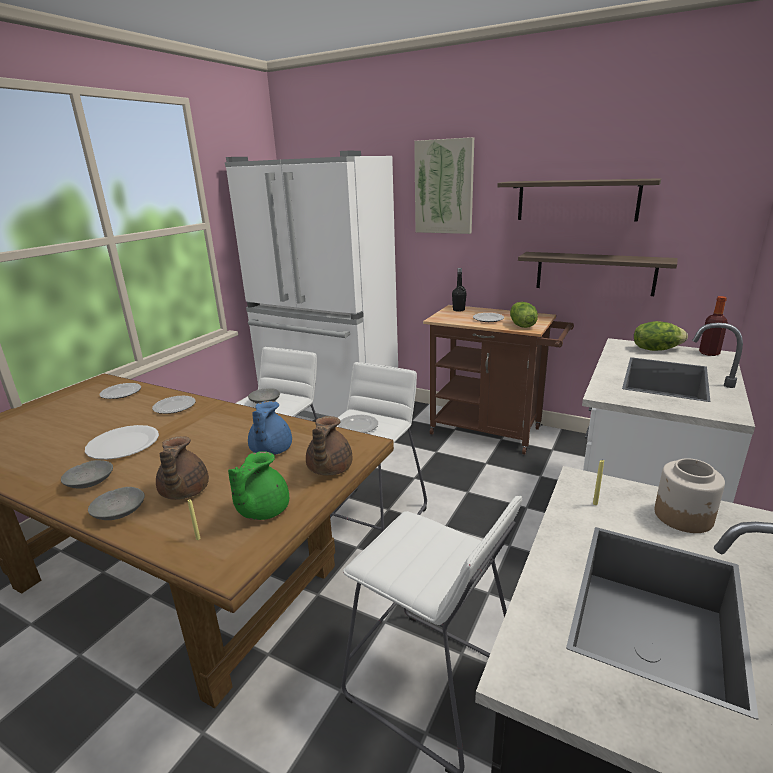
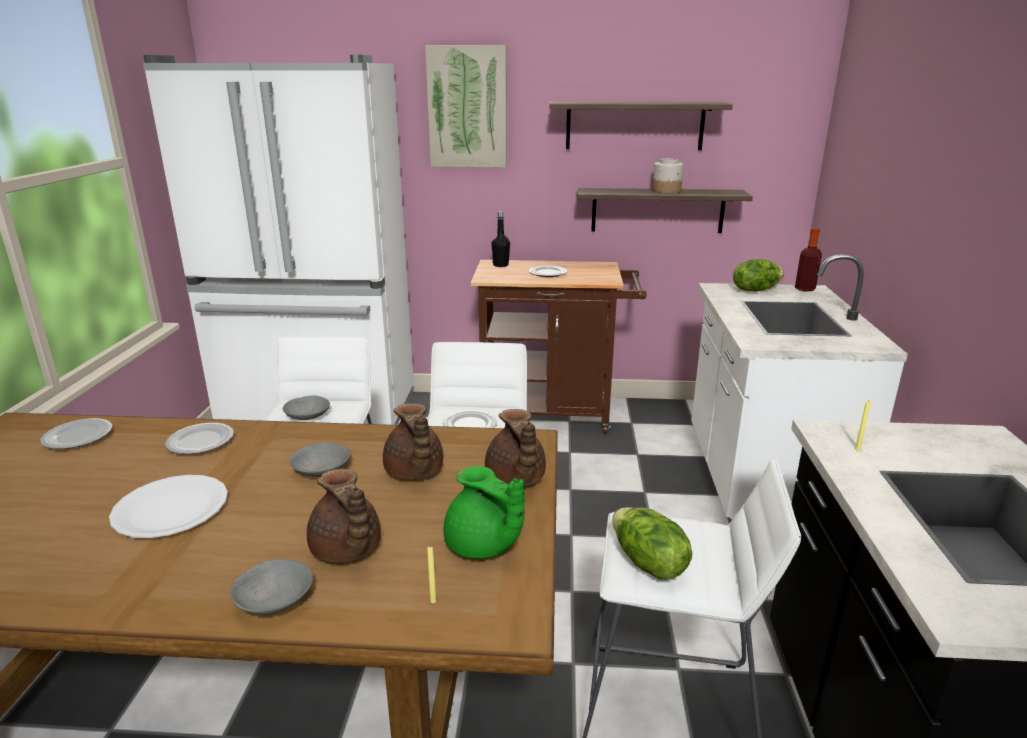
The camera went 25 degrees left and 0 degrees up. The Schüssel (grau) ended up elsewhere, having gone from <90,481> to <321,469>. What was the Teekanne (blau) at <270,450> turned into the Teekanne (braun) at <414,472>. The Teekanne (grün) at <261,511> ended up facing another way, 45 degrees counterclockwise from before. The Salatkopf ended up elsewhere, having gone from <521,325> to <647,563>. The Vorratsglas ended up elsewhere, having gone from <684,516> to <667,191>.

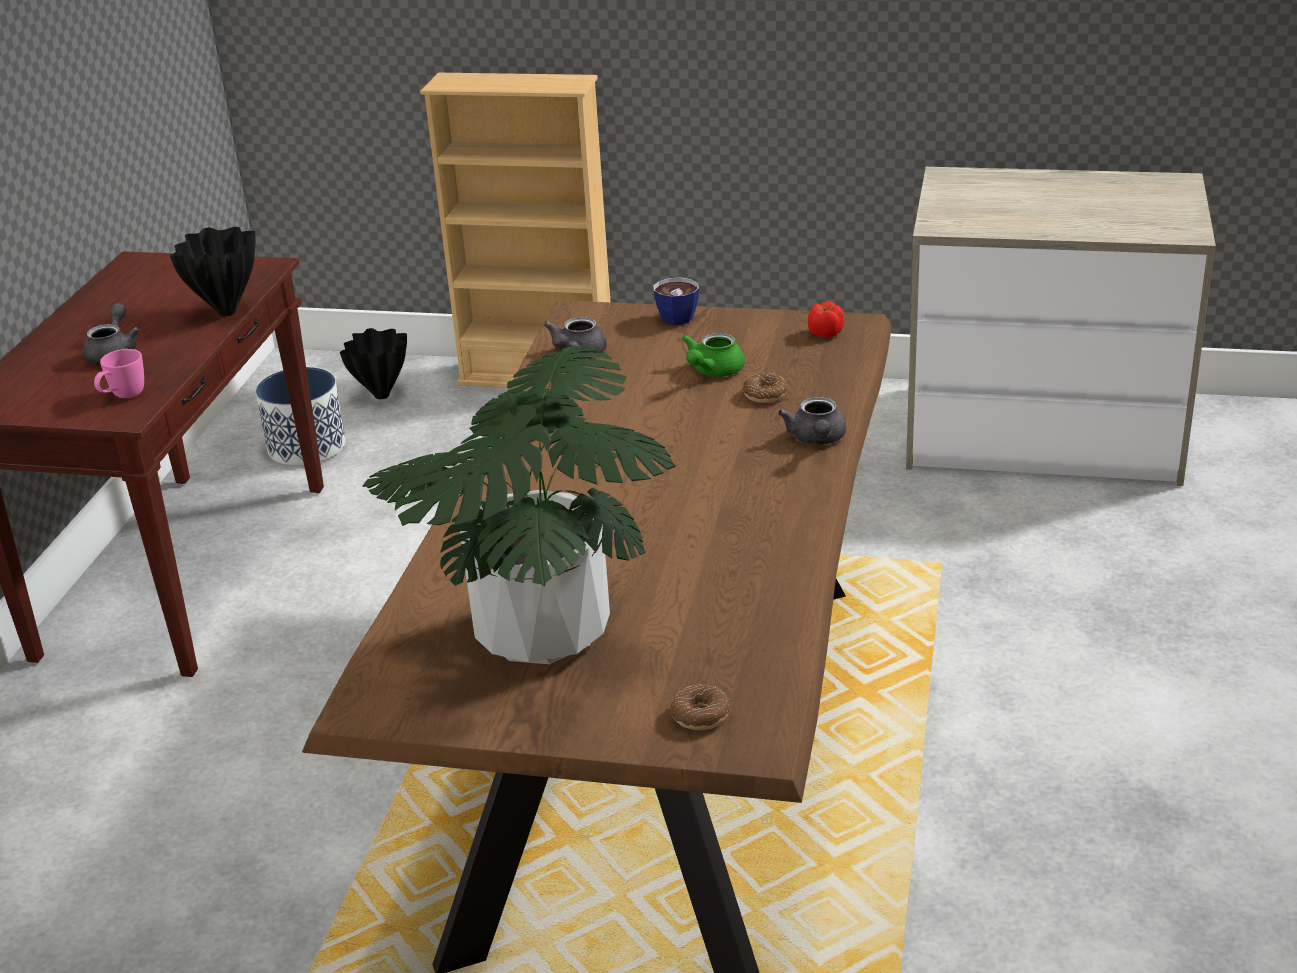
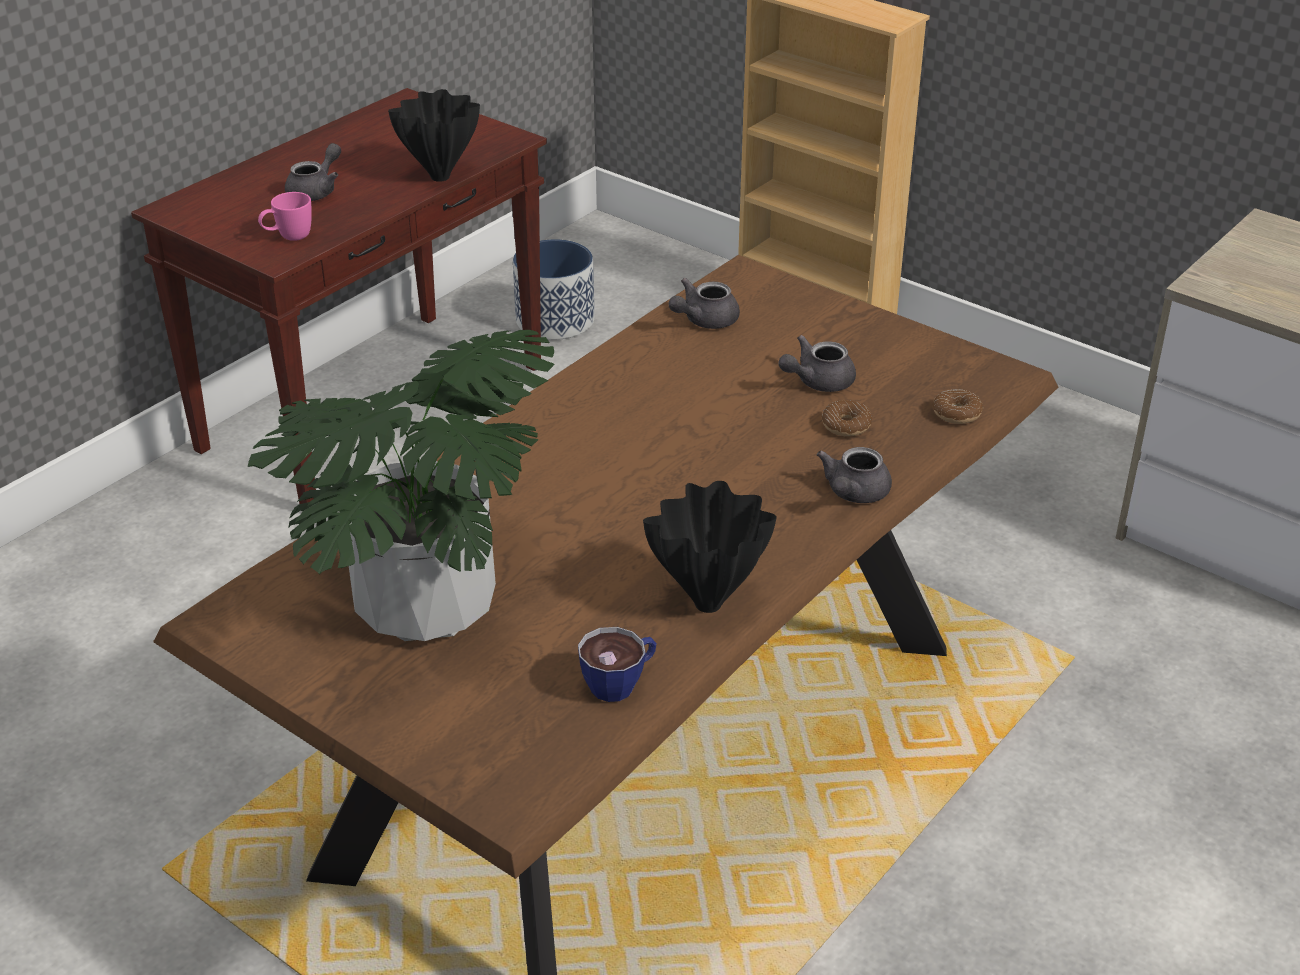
The camera went 25 degrees right and 5 degrees up. The Tasse ended up elsewhere, having gone from <680,315> to <621,683>. The Vase (schwarz) ended up elsewhere, having gone from <383,395> to <710,604>. What was the Teekanne (grün) at <712,371> turned into the Teekanne (grau) at <817,382>. The Donut ended up elsewhere, having gone from <700,715> to <956,414>. The second view lost the Tomate at <824,333>.

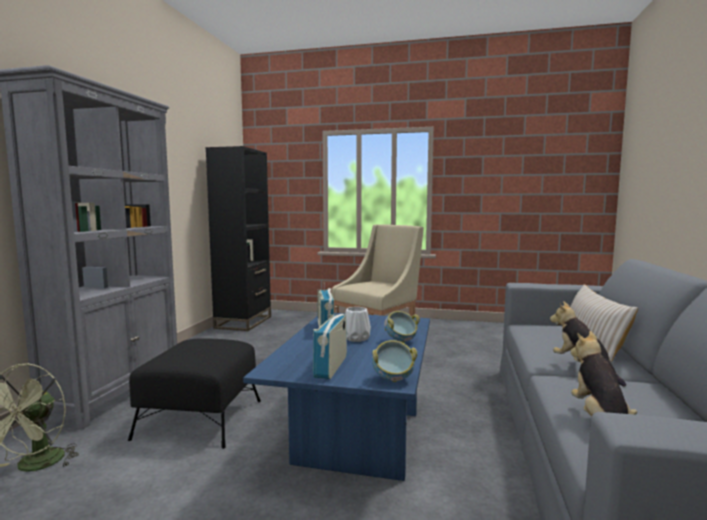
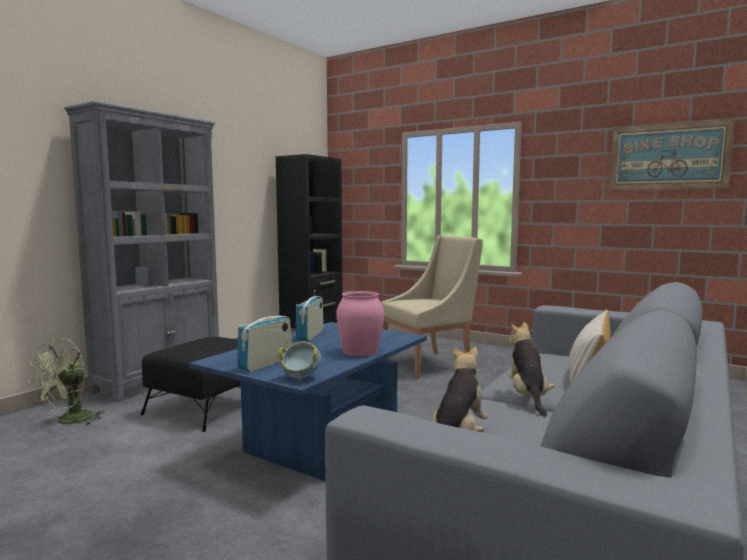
The camera went 20 degrees right and 0 degrees up. Where the Schüssel stood at <400,341>, the Vase (rosa) came to stand at <360,351>. The second view gained the Bild at <668,156>. The second view lost the Vase (weiß) at <357,338>.

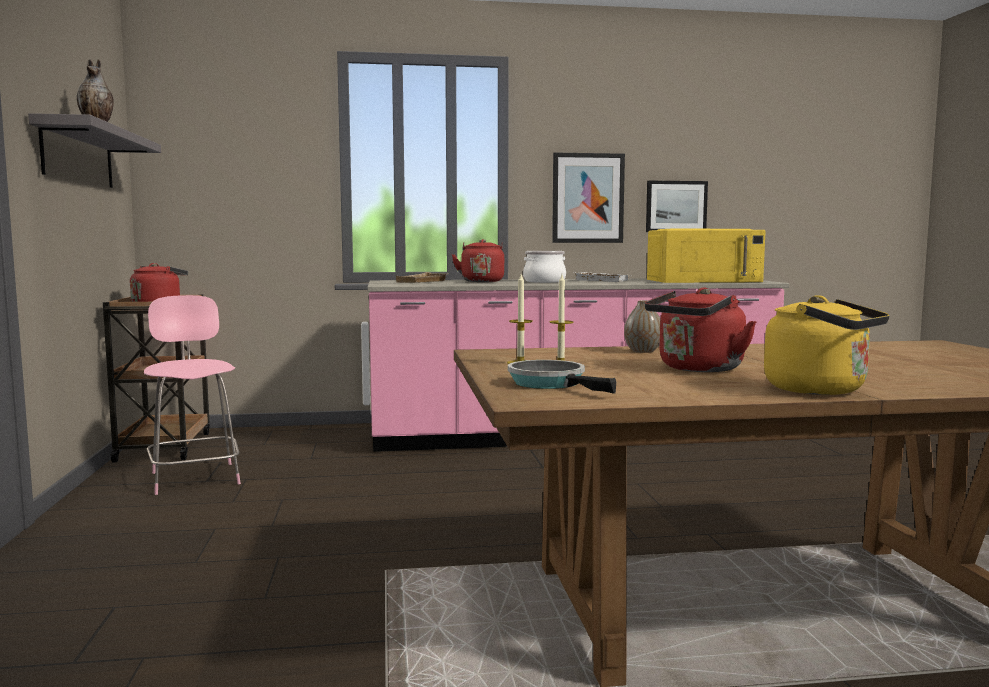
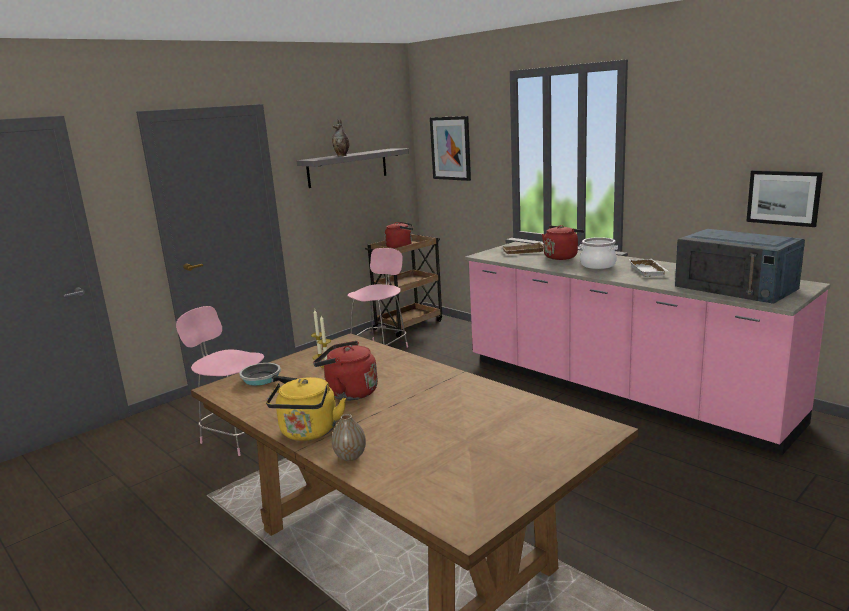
The camera went 55 degrees right and 10 degrees up. The second view gained the Hocker (rosa) at <238,436>. The Pfanne at <551,384> ended up facing another way, 75 degrees counterclockwise from before. The Vase ended up elsewhere, having gone from <643,351> to <350,456>. The Bild ended up elsewhere, having gone from <587,198> to <451,148>. What was the Mikrowelle (gelb) at <704,280> turned into the Mikrowelle (blau) at <736,287>.

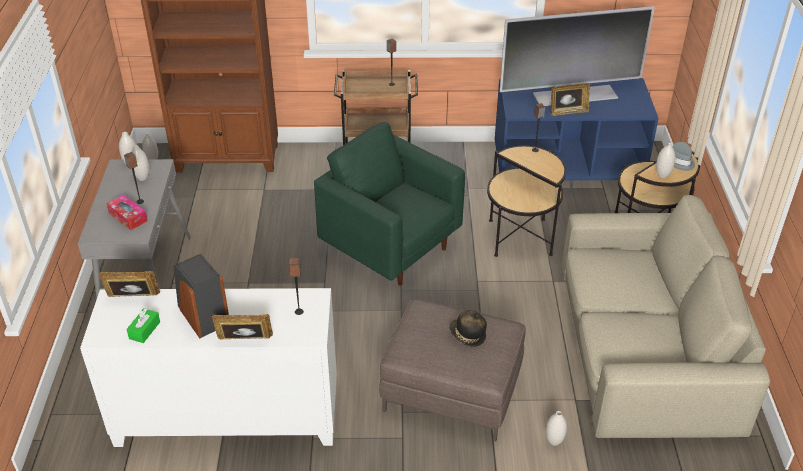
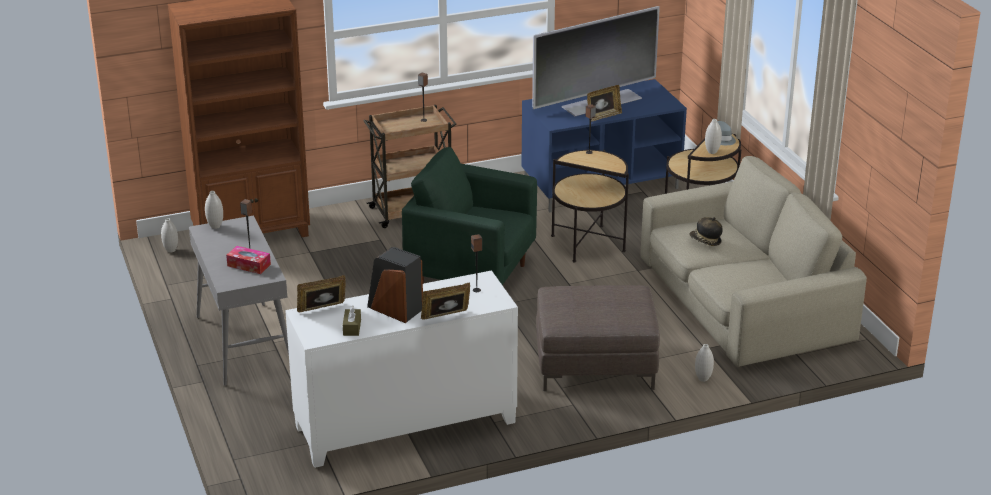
The camera went 20 degrees left and 10 degrees down. What was the Taschentuchbox (grün) at <144,330> turned into the Taschentuchbox (braun) at <352,327>. The Hut ended up elsewhere, having gone from <467,335> to <705,241>. The second view lost the Vase (weiß) at <142,178>.

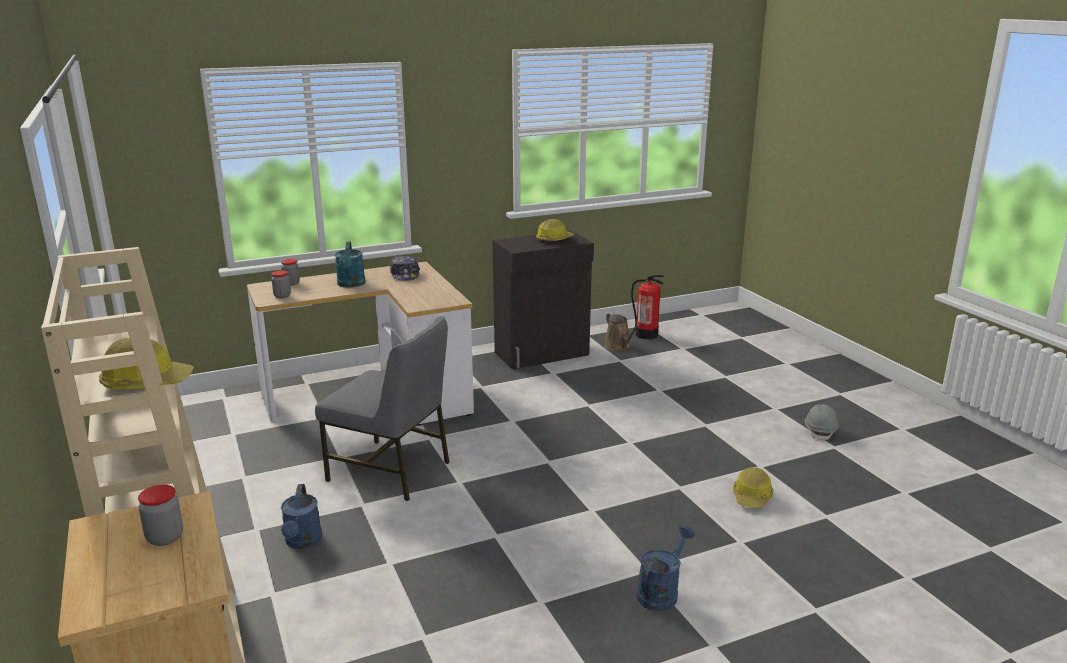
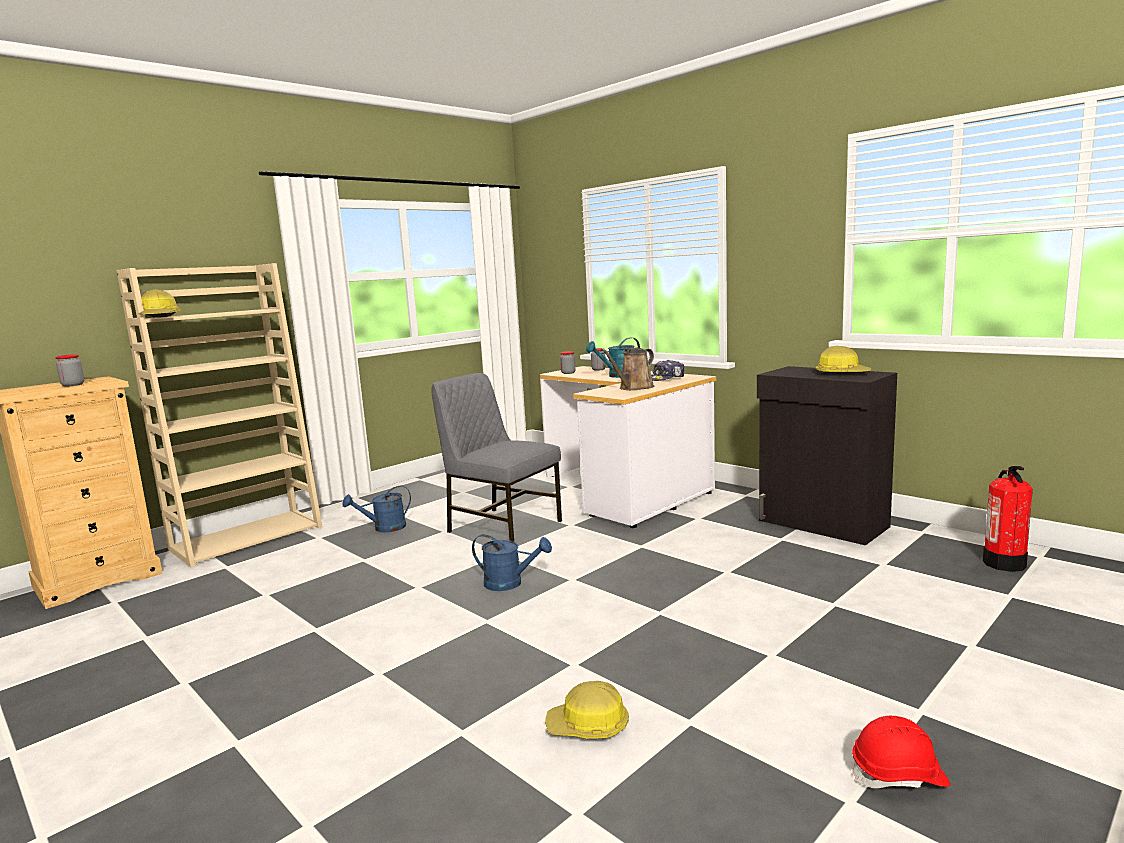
The camera went 70 degrees right and 10 degrees down. The Stuhl (grau) at <391,471> ended up facing another way, 120 degrees clockwise from before. The Gießkanne (blau) ended up elsewhere, having gone from <661,592> to <510,583>. The Gießkanne (braun) ended up elsewhere, having gone from <619,346> to <634,388>. What was the Schutzhelm (grau) at <820,431> turned into the Schutzhelm (rot) at <899,776>.

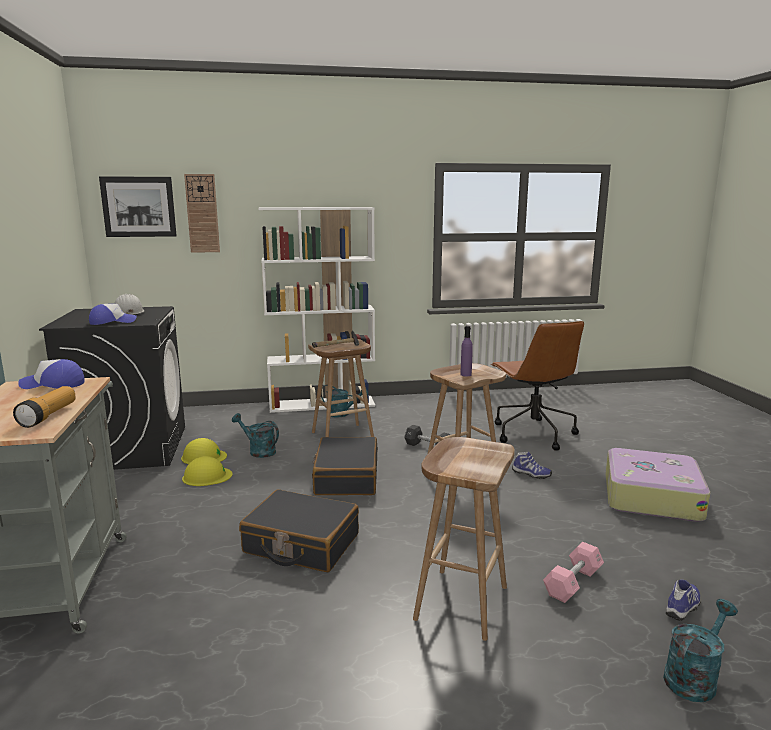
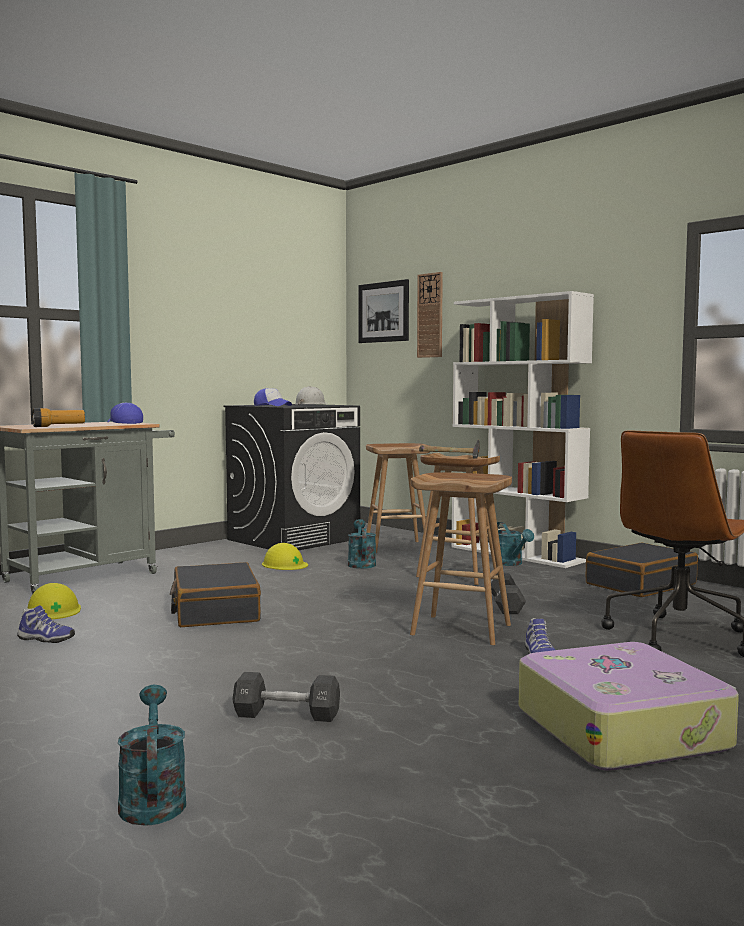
The camera went 55 degrees right and 10 degrees down. The Schuh ended up elsewhere, having gone from <683,607> to <45,639>. The Schutzhelm (gelb) ended up elsewhere, having gone from <203,457> to <53,610>. The Gießkanne (türkis) at <694,677> ended up facing another way, 120 degrees counterclockwise from before. What was the Hantel (rosa) at <572,583> turned into the Hantel (schwarz) at <287,715>. The Hocker (braun) ended up elsewhere, having gone from <460,601> to <397,547>. The Koffer (schwarz) ended up elsewhere, having gone from <346,477> to <640,584>. The second view lost the Flasche (lila) at <466,374>.

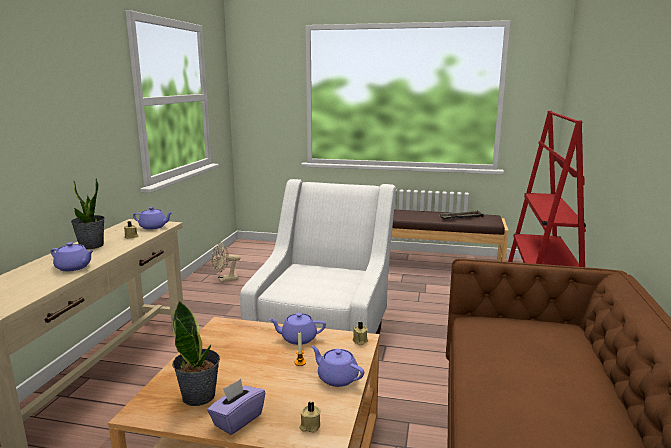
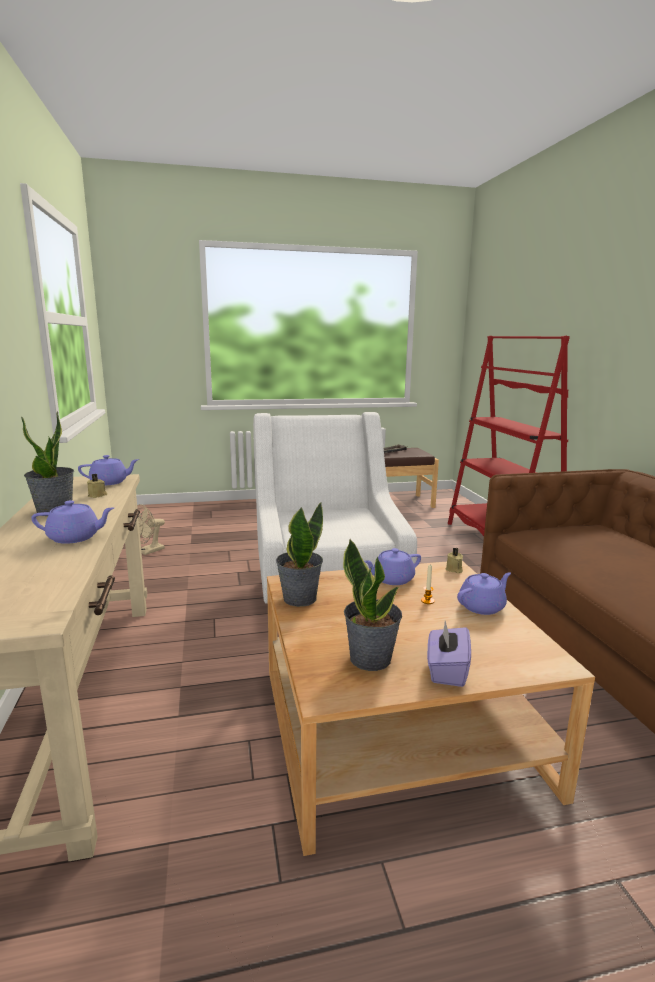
The camera went 25 degrees left and 0 degrees up. The second view gained the Topfpflanze at <299,598>. The Teekanne (lila) at <337,378> ended up facing another way, 135 degrees clockwise from before. The second view lost the Kerze (beige) at <310,426>.

